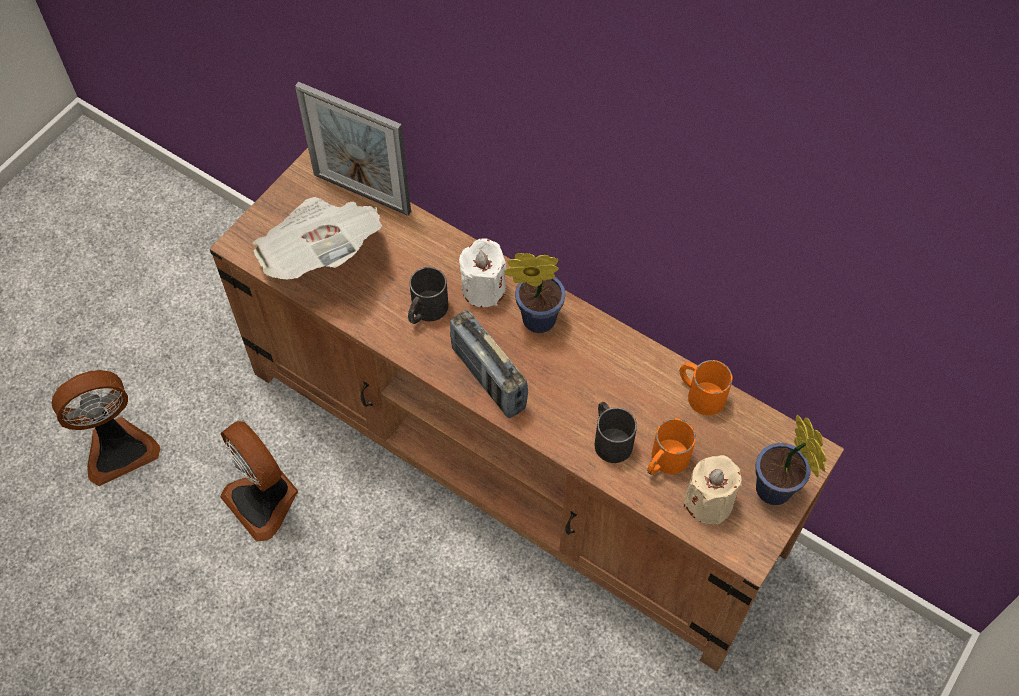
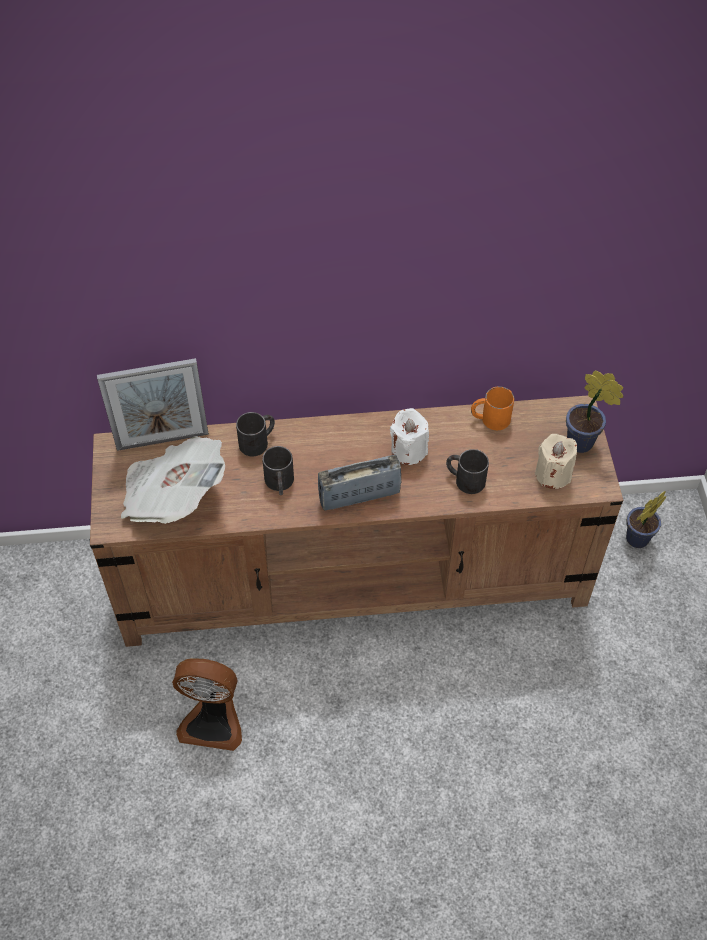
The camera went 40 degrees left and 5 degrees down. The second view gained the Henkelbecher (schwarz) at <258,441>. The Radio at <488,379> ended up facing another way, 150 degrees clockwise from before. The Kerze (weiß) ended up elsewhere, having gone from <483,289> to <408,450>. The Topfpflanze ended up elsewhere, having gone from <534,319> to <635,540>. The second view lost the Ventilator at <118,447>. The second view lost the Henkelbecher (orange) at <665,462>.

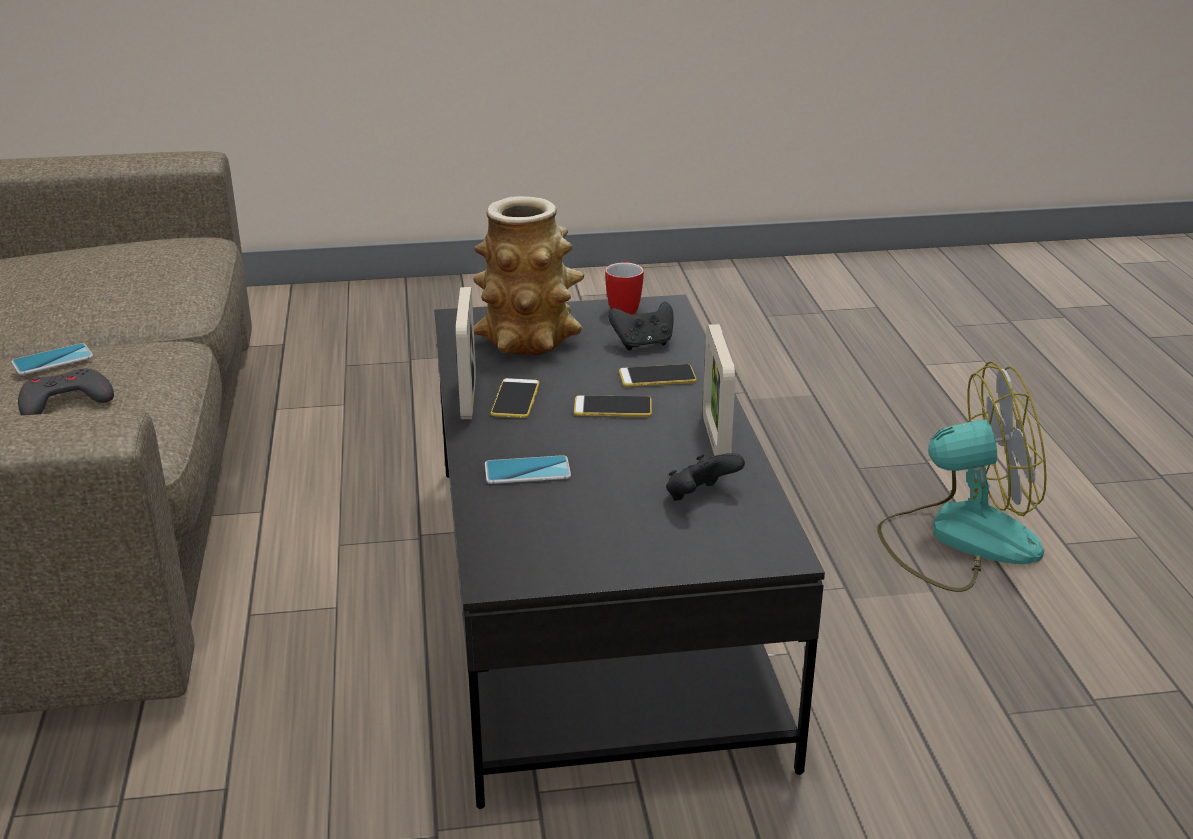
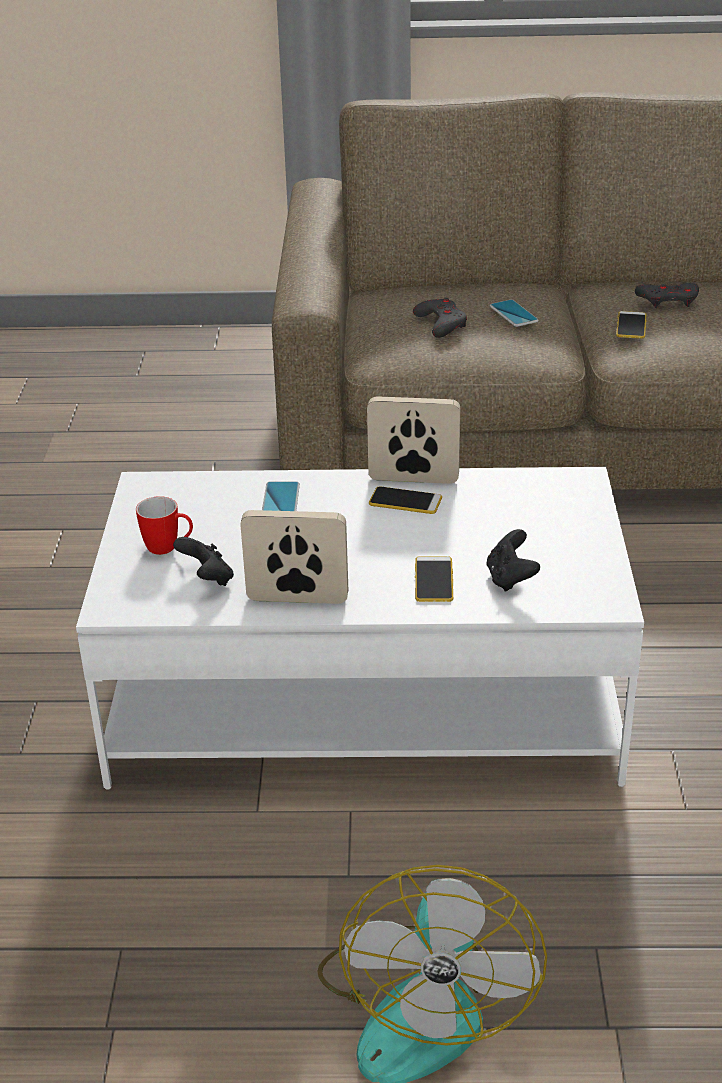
The camera went 100 degrees right and 5 degrees up. What was the Couchtisch (schwarz) at <598,602> turned into the Couchtisch (weiß) at <364,700>. The Henkelbecher ended up elsewhere, having gone from <625,308> to <169,549>. The Handy ended up elsewhere, having gone from <613,407> to <631,326>. The second view gained the Gamepad (grau) at <668,300>. The second view lost the Vase at <528,339>.

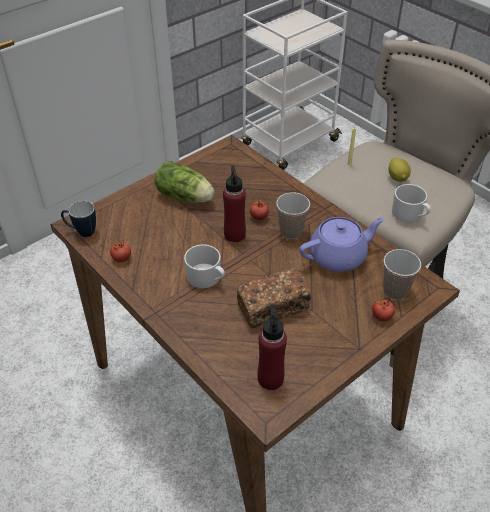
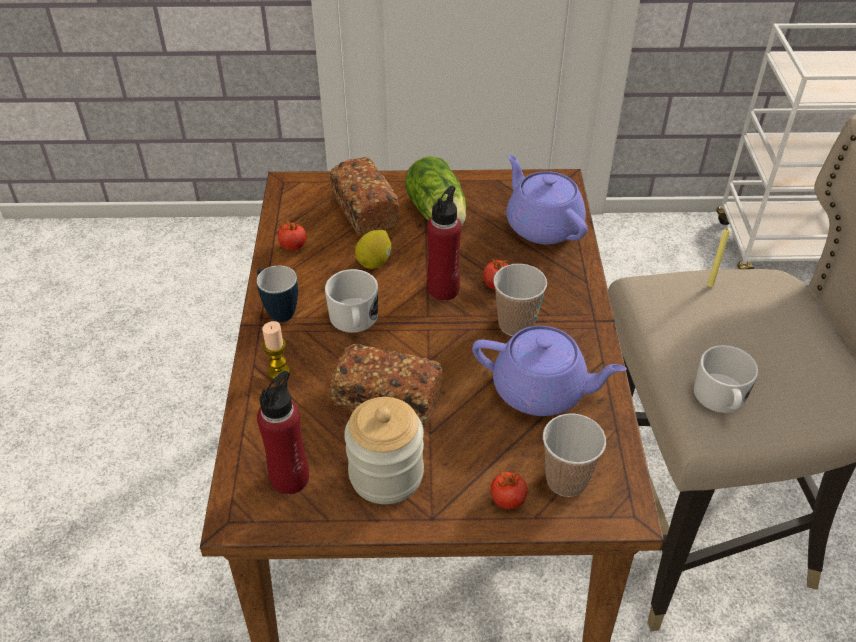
The camera went 40 degrees right and 0 degrees up. The Henkelbecher ended up elsewhere, having gone from <82,232> to <277,310>. The second view gained the Kerze at <279,371>. The second view gained the Brot at <364,210>. The second view gained the Vorratsglas at <386,474>. The Zitrone ended up elsewhere, having gone from <397,178> to <374,262>. The second view gained the Teekanne (lila) at <542,225>.

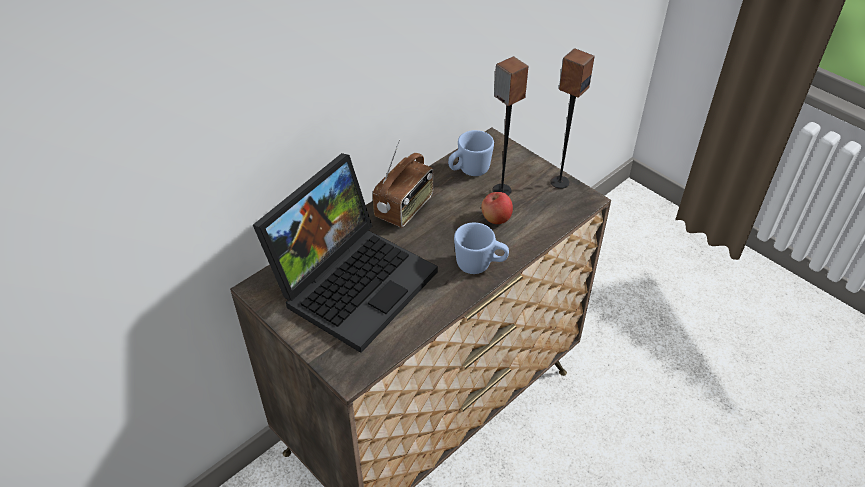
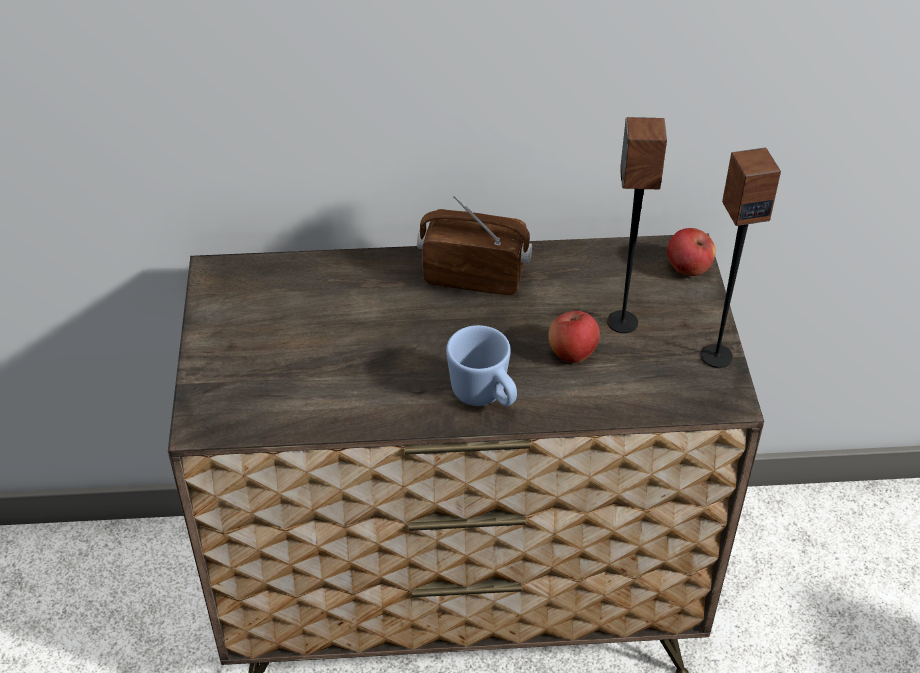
The camera went 40 degrees right and 0 degrees up. The Radio at <405,208> ended up facing another way, 150 degrees counterclockwise from before. The second view gained the Apfel at <688,269>. The second view lost the Laptop at <354,280>. The second view lost the Henkelbecher (blau) at <469,171>.

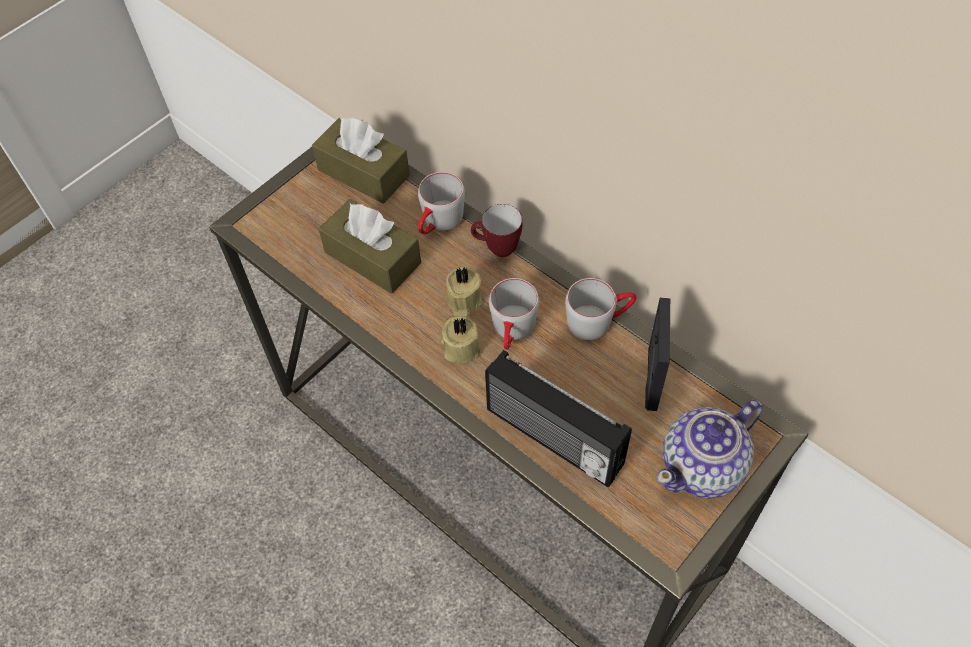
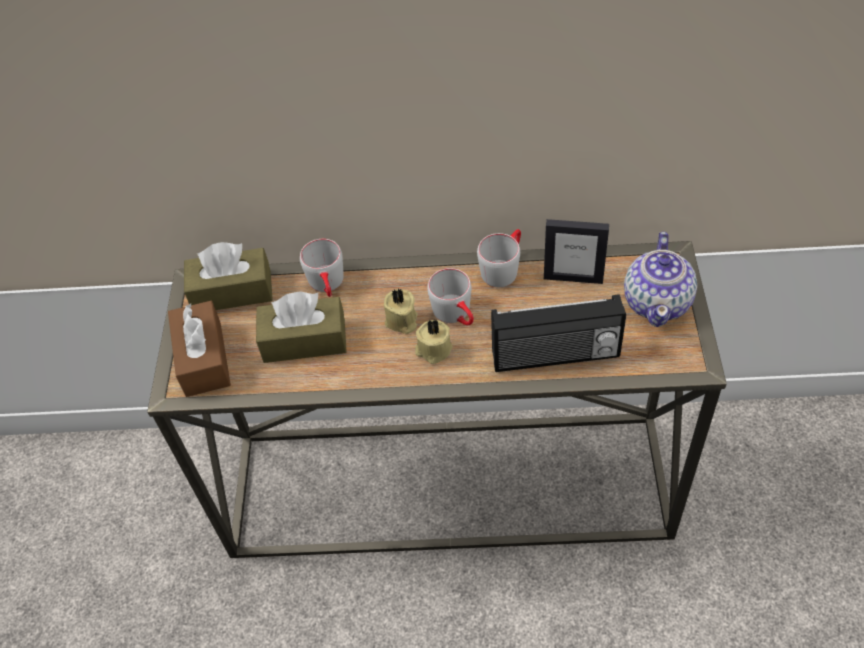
The camera went 40 degrees left and 5 degrees down. The second view gained the Taschentuchbox (braun) at <203,358>. The Bilderrahmen at <651,379> ended up facing another way, 135 degrees clockwise from before. The second view lost the Henkelbecher at <496,249>.

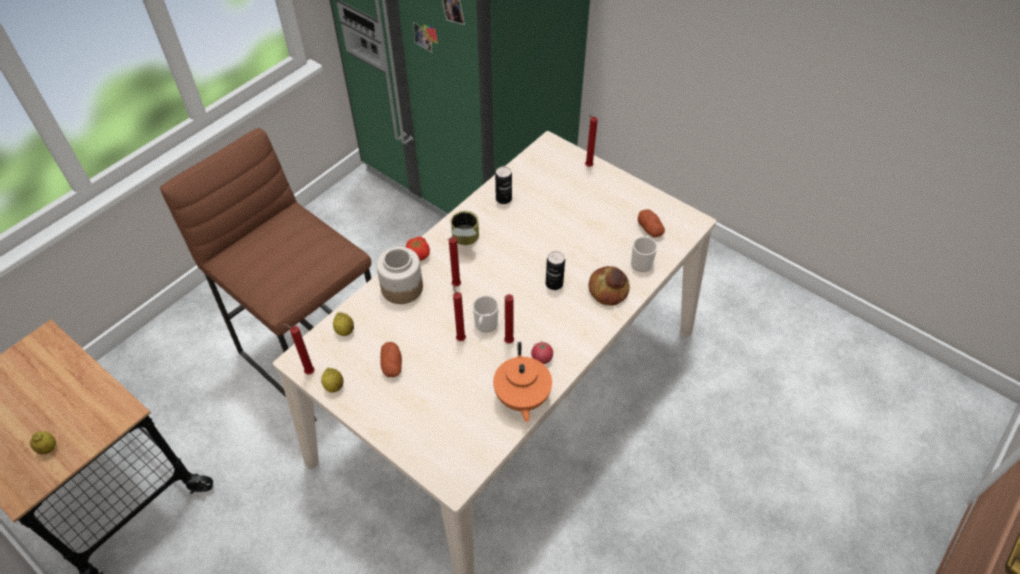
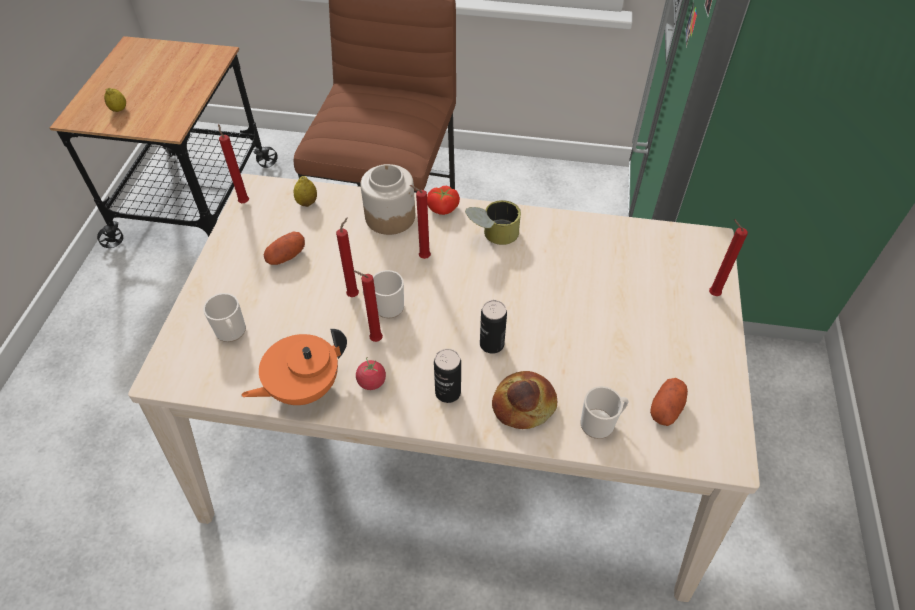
The camera went 60 degrees right and 0 degrees up. The second view gained the Henkelbecher at <232,333>. The Dose ended up elsewhere, having gone from <503,199> to <448,392>. The second view lost the Zitrone at <334,387>.

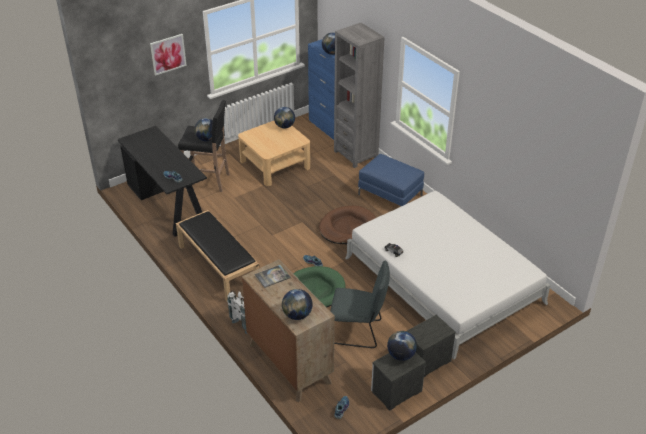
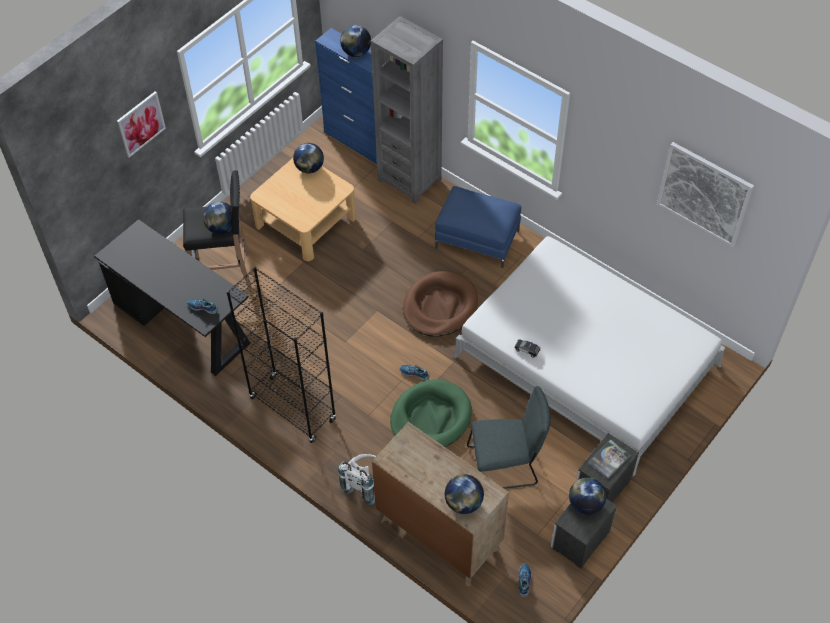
The camera went 15 degrees left and 15 degrees up. Where the Bank (schwarz) stood at <218,266>, the Bücherregal (schwarz) came to stand at <292,409>. The Buch ended up elsewhere, having gone from <272,276> to <609,459>. The second view gained the Bild at <704,194>.

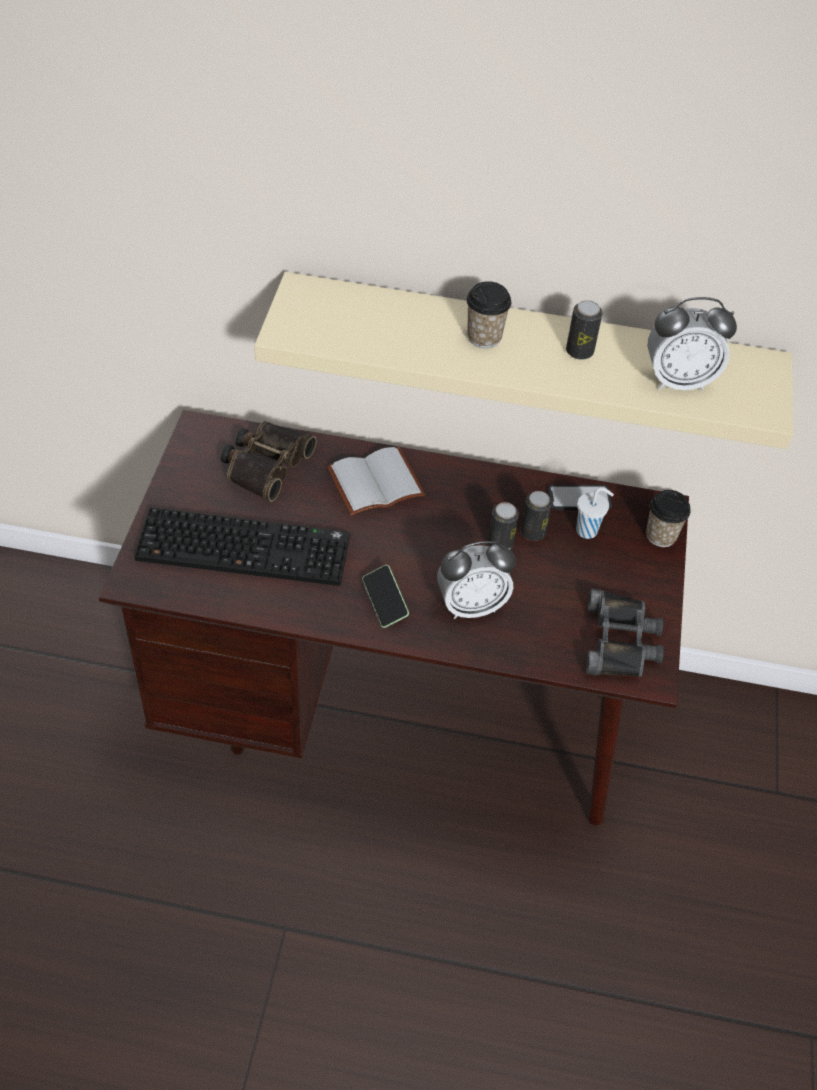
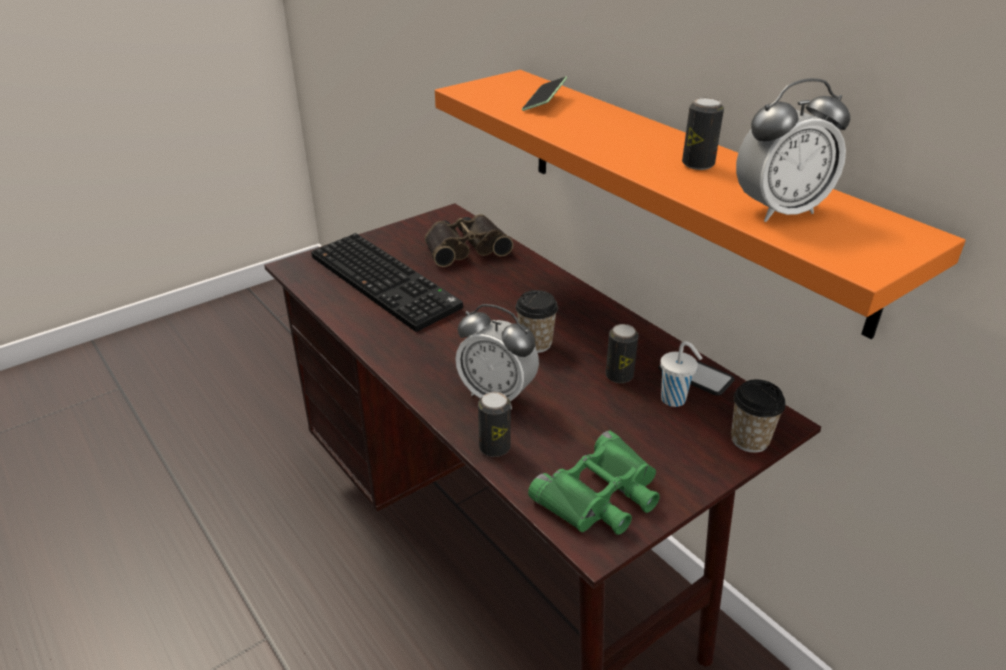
The camera went 45 degrees right and 15 degrees down. What was the Wandregal (beige) at <527,352> turned into the Wandregal (orange) at <685,189>. The Dose ended up elsewhere, having gone from <500,544> to <494,447>. The Tasse ended up elsewhere, having gone from <484,337> to <535,343>. The Handy ended up elsewhere, having gone from <385,601> to <544,103>. What was the Fernglas (schwarz) at <621,641> turned into the Fernglas (grün) at <601,495>. The Wecker at <678,381> ended up facing another way, 60 degrees counterclockwise from before. The second view lost the Buch (weiß) at <375,481>.

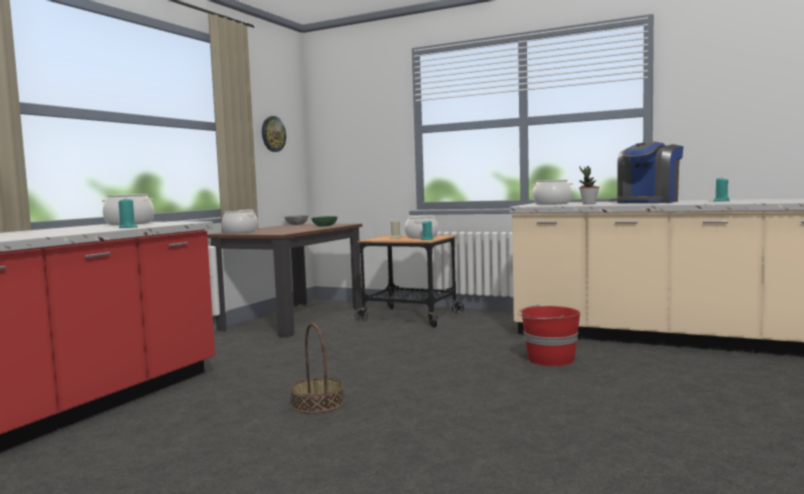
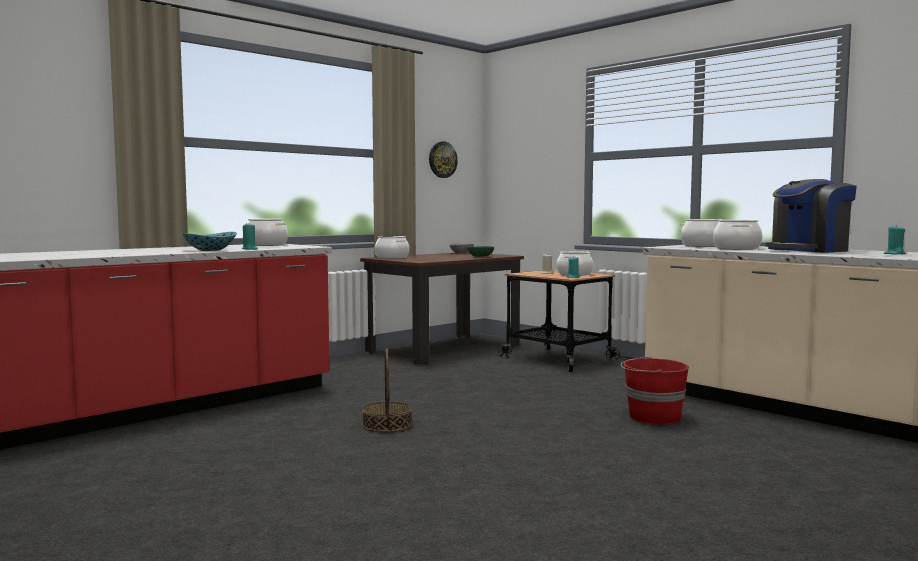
The camera went 20 degrees right and 0 degrees up. The second view gained the Schüssel at <210,250>. Where the Topfpflanze stood at <589,204>, the Kochtopf came to stand at <736,248>.

